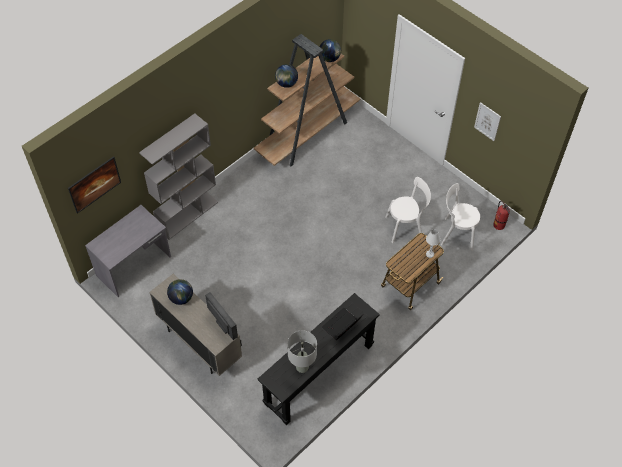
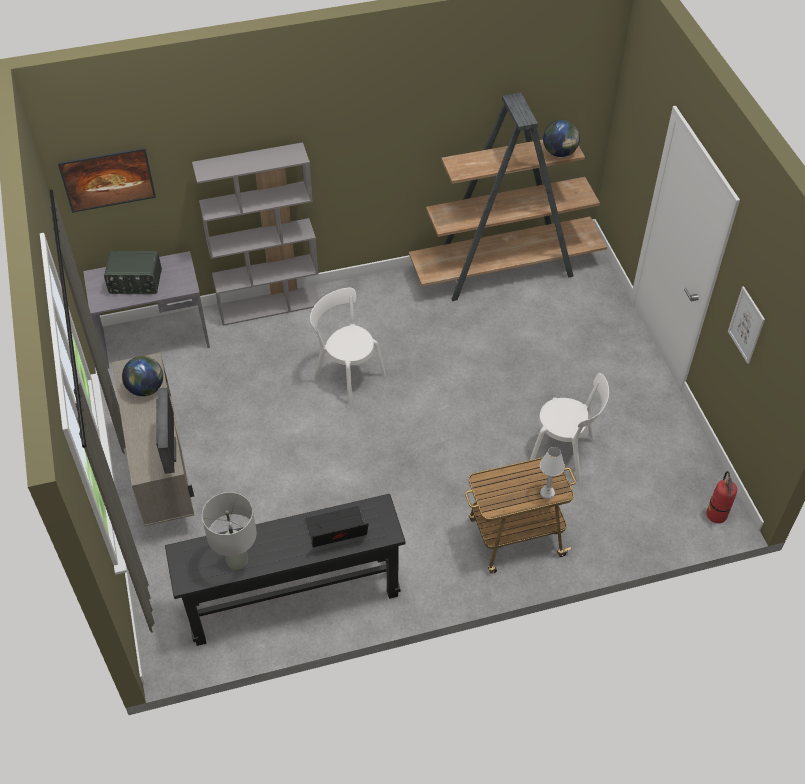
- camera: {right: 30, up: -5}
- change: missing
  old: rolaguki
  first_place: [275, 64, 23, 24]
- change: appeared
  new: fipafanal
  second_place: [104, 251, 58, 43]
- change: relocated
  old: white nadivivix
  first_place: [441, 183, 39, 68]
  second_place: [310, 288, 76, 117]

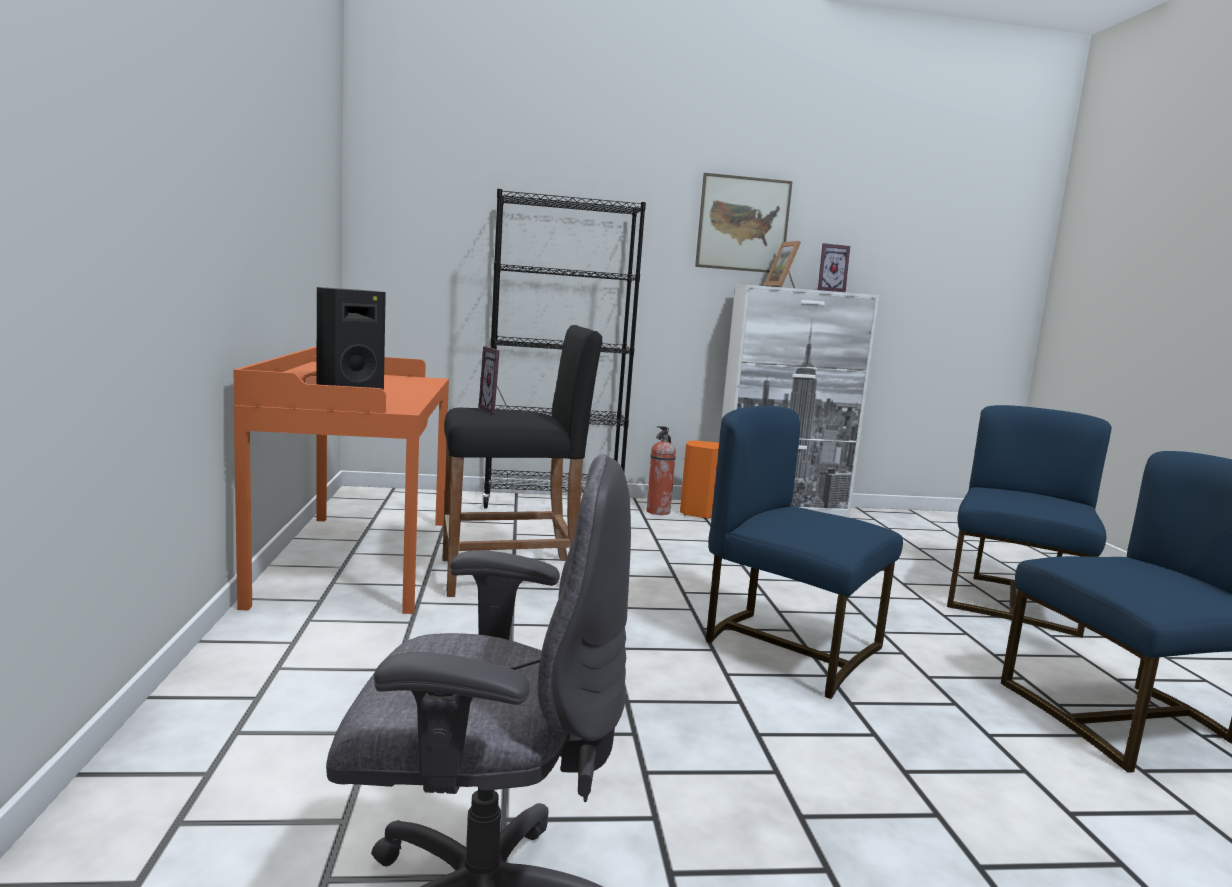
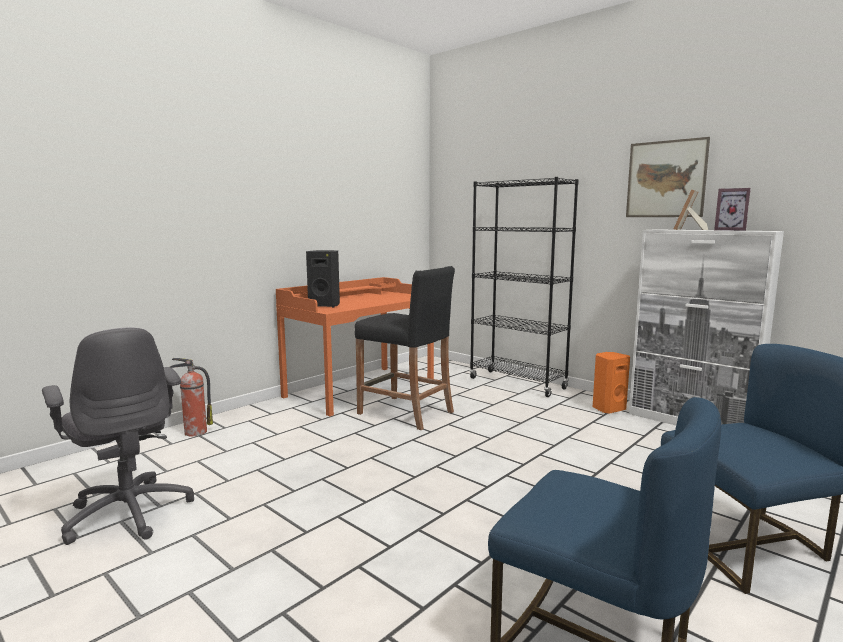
- camera: {right: 50, up: 0}
- change: missing
  old: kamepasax
  first_place: [479, 346, 30, 68]
- change: missing
  old: blue nadivivix
  first_place: [706, 406, 197, 293]
- change: relocated
  old: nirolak
  first_place: [646, 426, 30, 89]
  second_place: [170, 358, 43, 78]

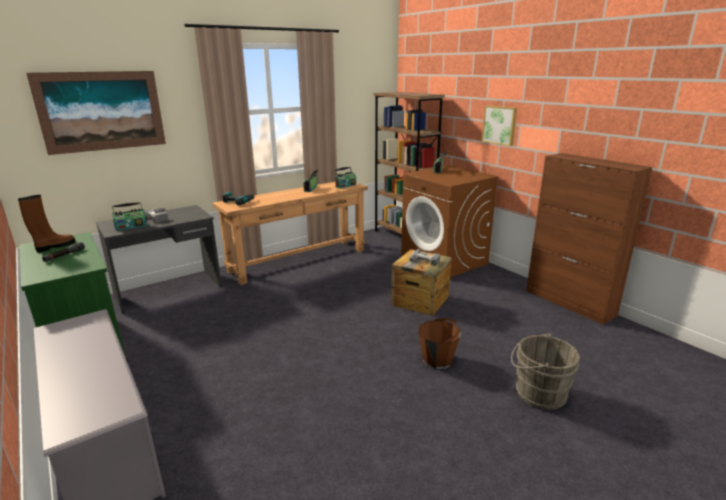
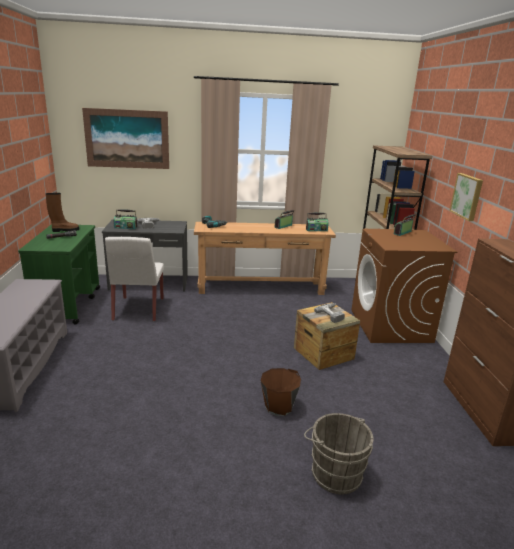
- camera: {right: 30, up: 0}
- change: appeared
  new: white nadivivix
  second_place: [105, 237, 59, 84]

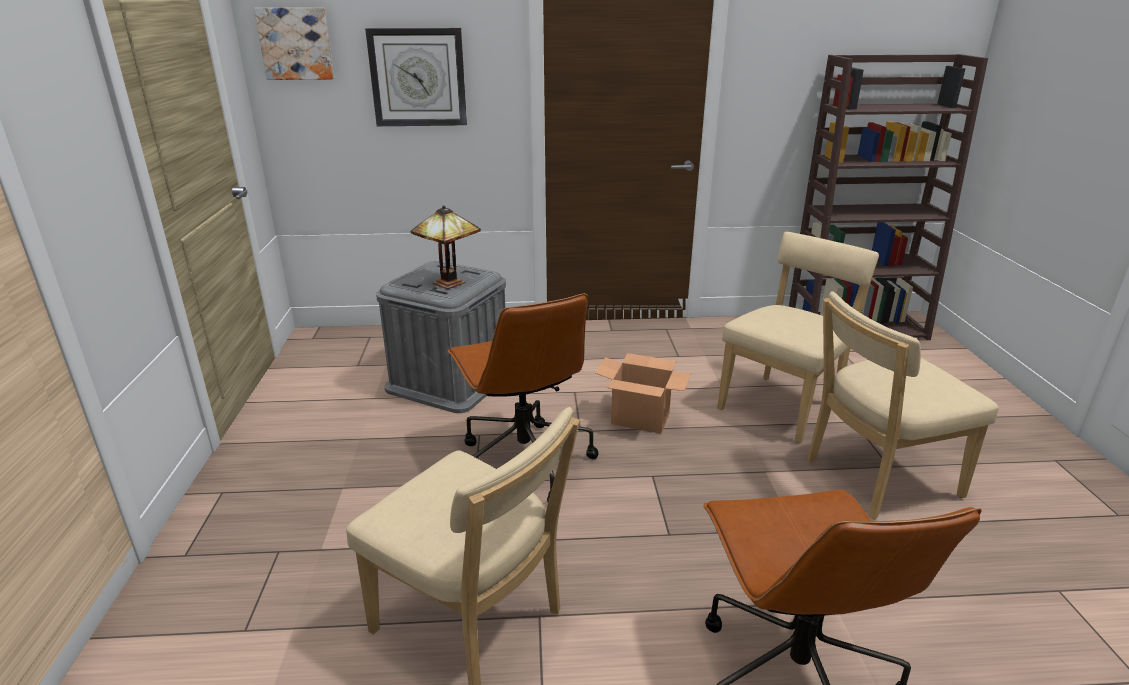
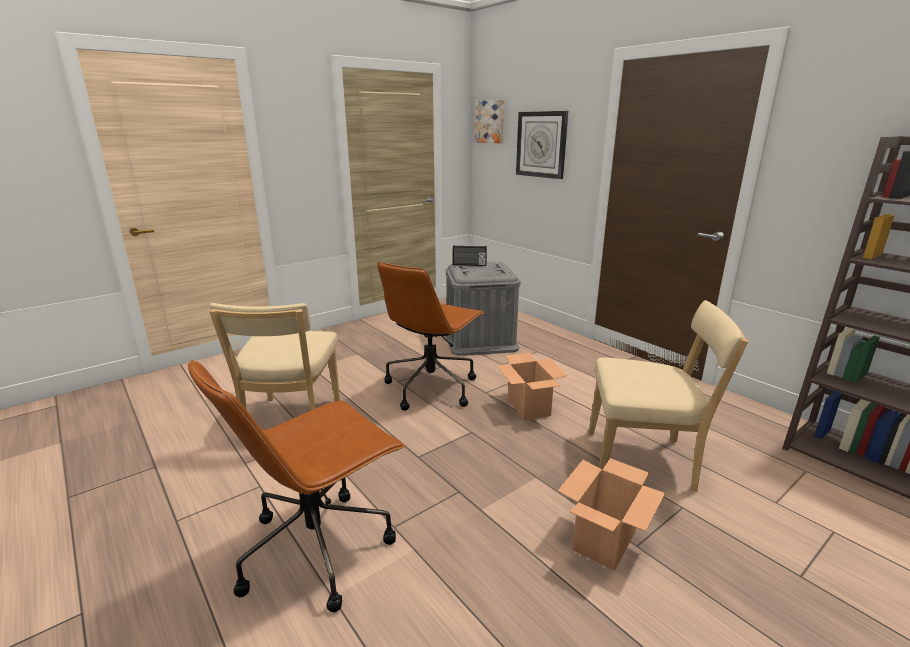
- camera: {right: 55, up: -5}
- change: missing
  old: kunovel
  first_place: [411, 205, 70, 84]
- change: appeared
  new: fipafanal
  second_place: [453, 245, 34, 21]
- change: exchanged
  old: beige nadivivix
  new: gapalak
  first_place: [808, 291, 191, 229]
  second_place: [558, 458, 107, 113]

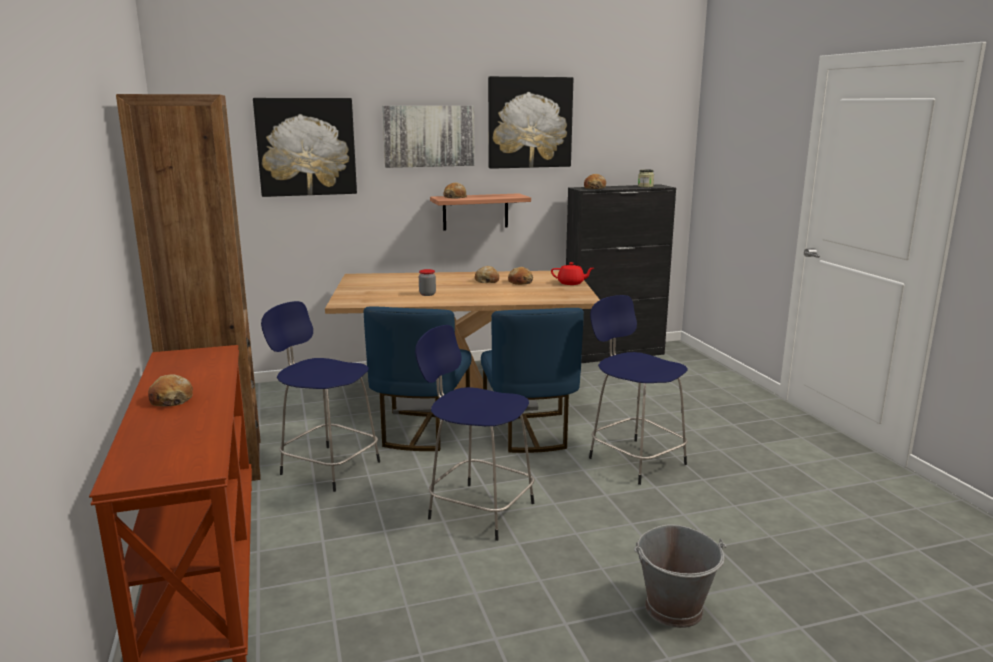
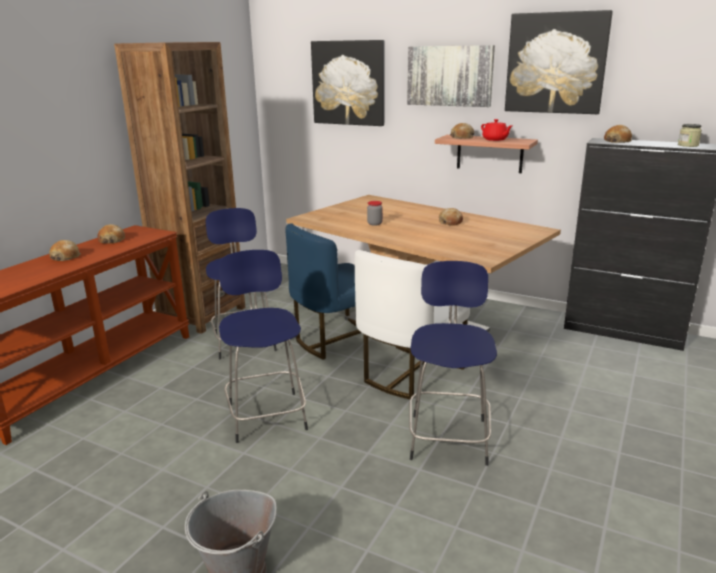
- camera: {right: 45, up: 5}
- change: relocated
  old: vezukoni
  first_place: [508, 267, 25, 18]
  second_place: [97, 224, 28, 20]
- change: relocated
  old: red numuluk
  first_place: [551, 262, 43, 23]
  second_place: [481, 119, 31, 22]
- change: colour
  old: blue nadivivix
  new: white nadivivix
  first_place: [481, 308, 103, 145]
  second_place: [355, 250, 115, 150]

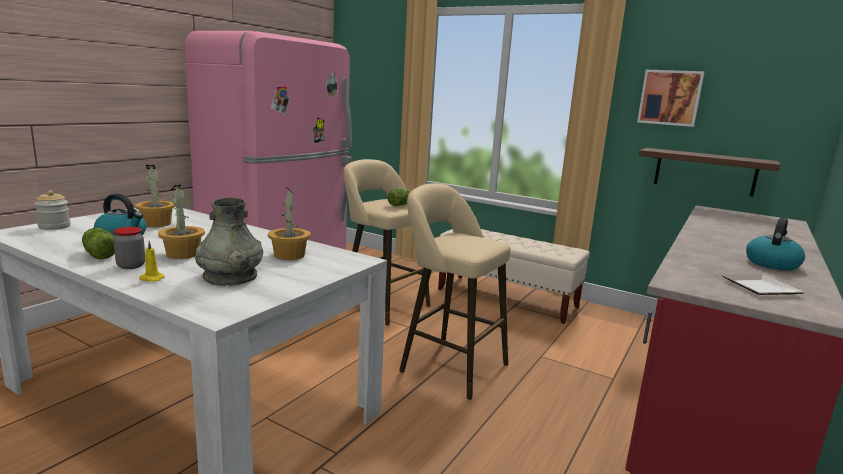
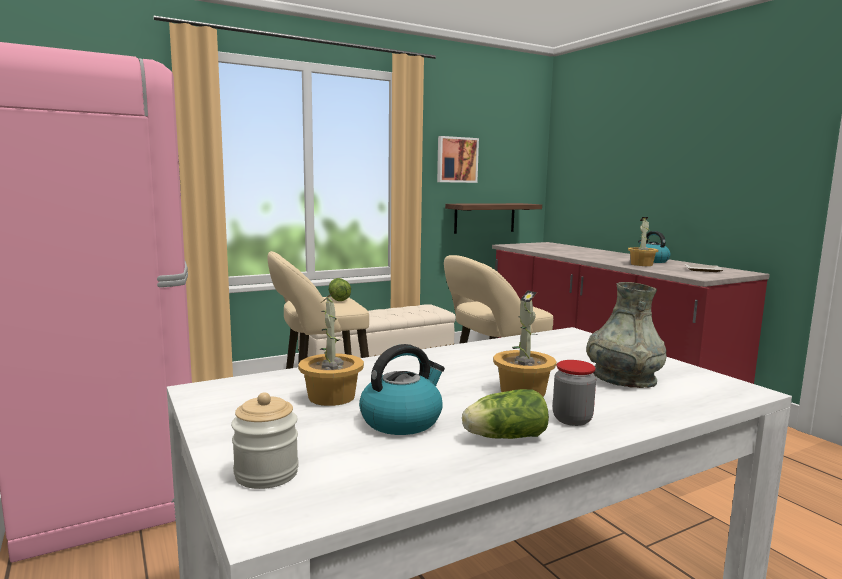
- camera: {right: -60, up: -5}
- change: missing
  old: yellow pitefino
  first_place: [139, 241, 26, 41]
- change: relocated
  old: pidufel
  first_place: [268, 187, 43, 73]
  second_place: [628, 217, 30, 49]

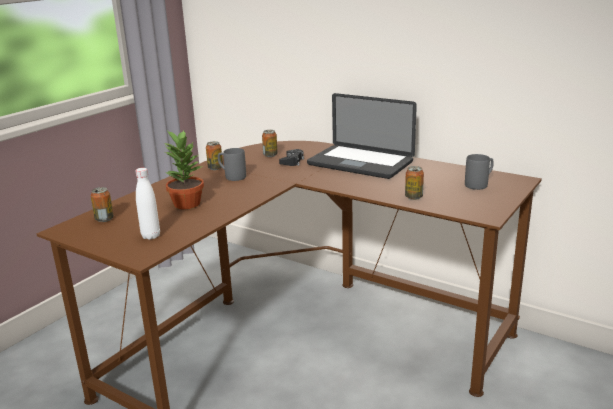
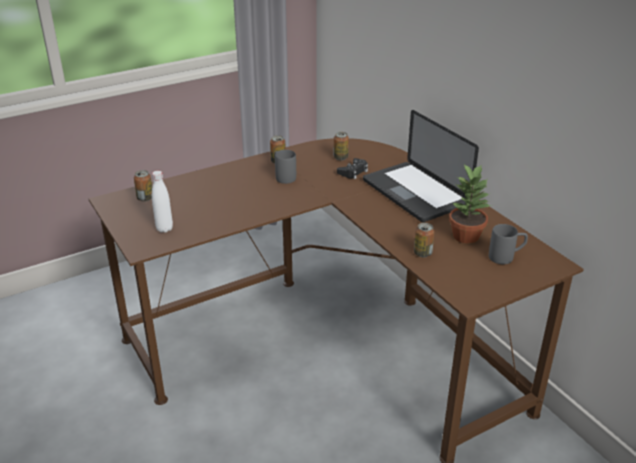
- camera: {right: 25, up: 10}
- change: relocated
  old: pidufel
  first_place: [165, 130, 39, 79]
  second_place: [449, 164, 43, 80]

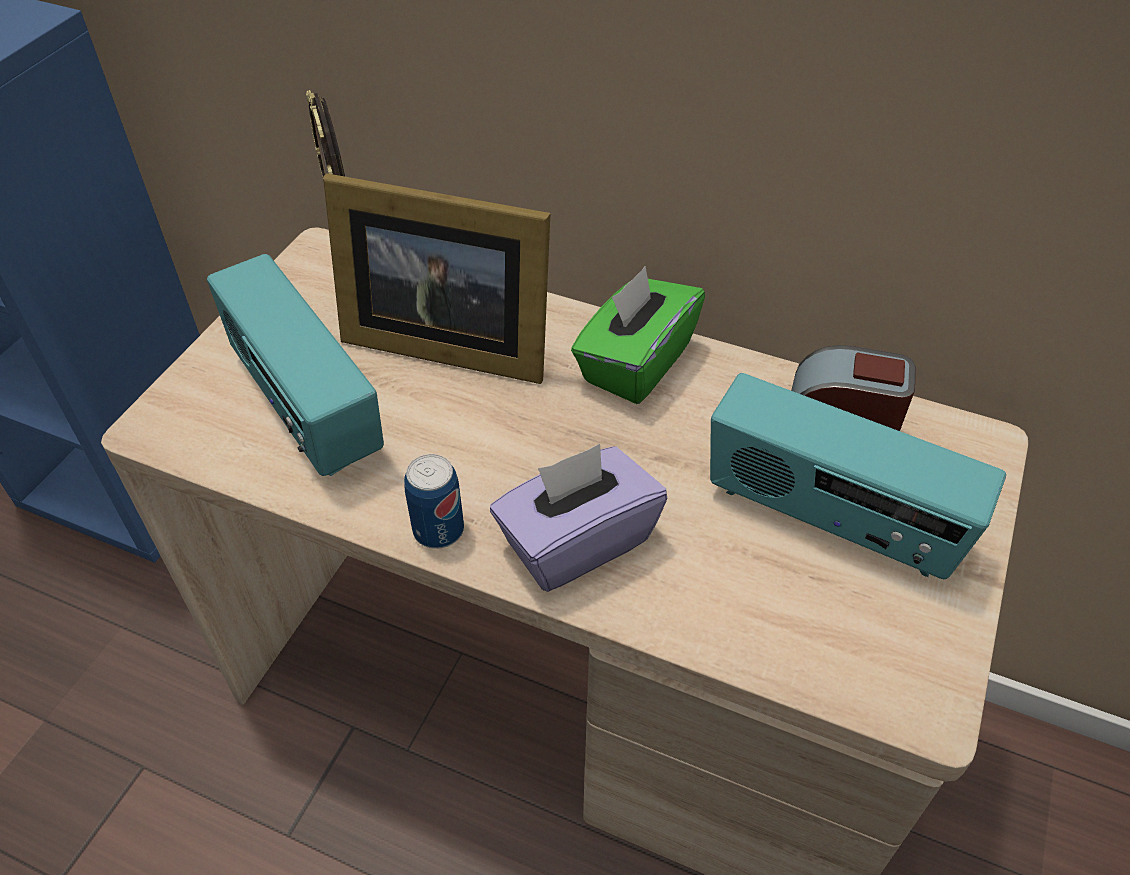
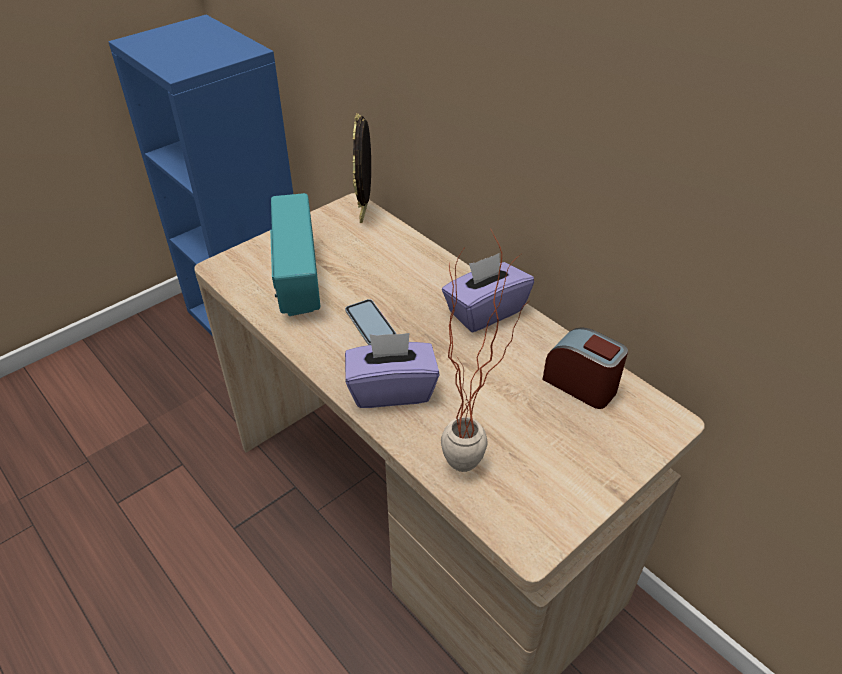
- camera: {right: 25, up: -5}
- change: missing
  old: kamepasax
  first_place: [323, 173, 227, 211]
- change: missing
  old: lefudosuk
  first_place: [404, 454, 60, 95]
- change: missing
  old: fipafanal
  first_place: [710, 373, 296, 206]
- change: appeared
  new: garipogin
  second_place: [345, 299, 51, 46]
- change: appeared
  new: pidufel
  second_place: [441, 228, 87, 244]
- change: colour
  old: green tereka
  new: purple tereka
  first_place: [571, 266, 134, 138]
  second_place: [442, 253, 92, 79]

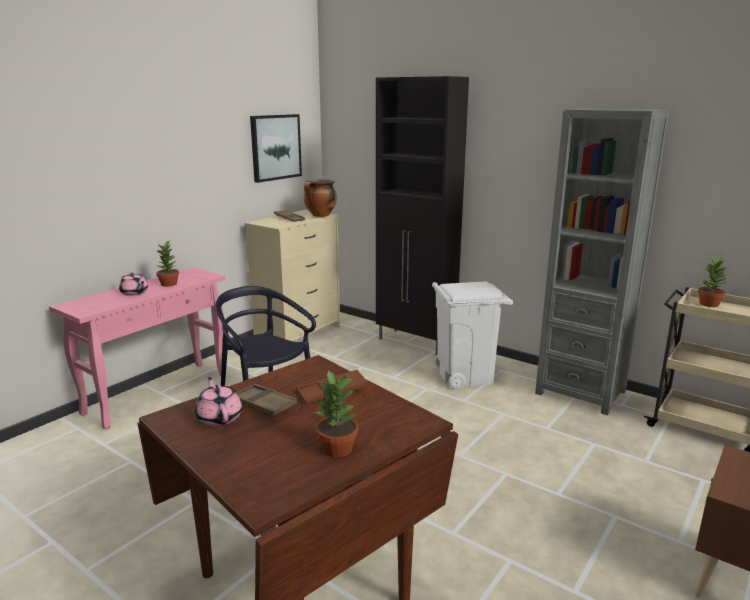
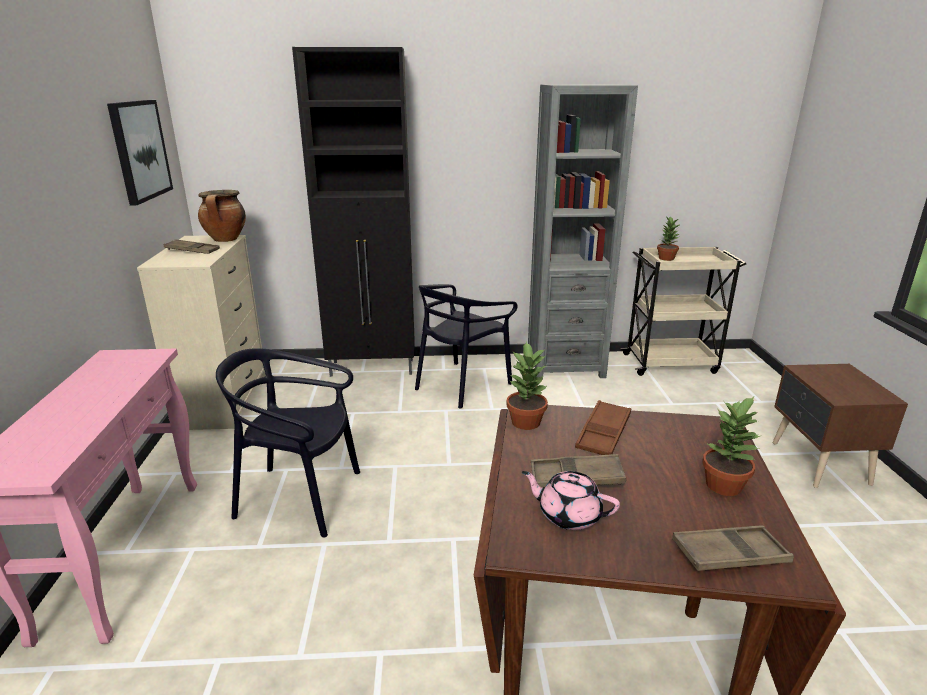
- camera: {right: -40, up: 5}
- change: missing
  old: pink numuluk
  first_place: [119, 272, 29, 24]
- change: appeared
  new: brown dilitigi
  second_place: [672, 526, 122, 45]
- change: relocated
  old: pidufel
  first_place: [156, 241, 23, 46]
  second_place: [507, 341, 41, 89]
- change: exchanged
  old: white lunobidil
  new: black nadivivix
  first_place: [432, 282, 81, 108]
  second_place: [415, 284, 103, 125]

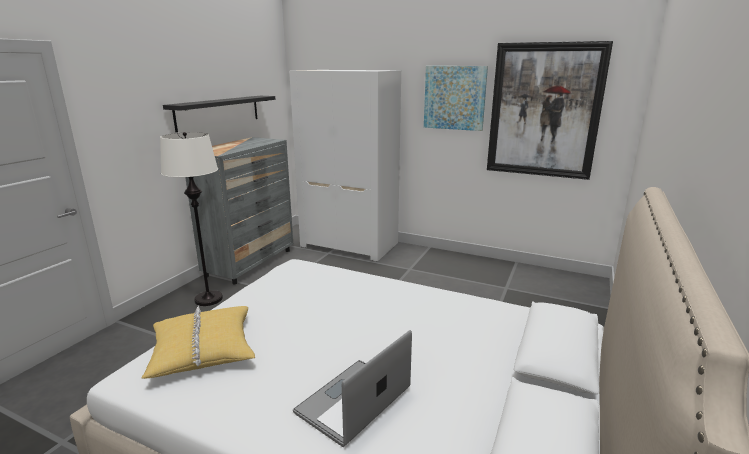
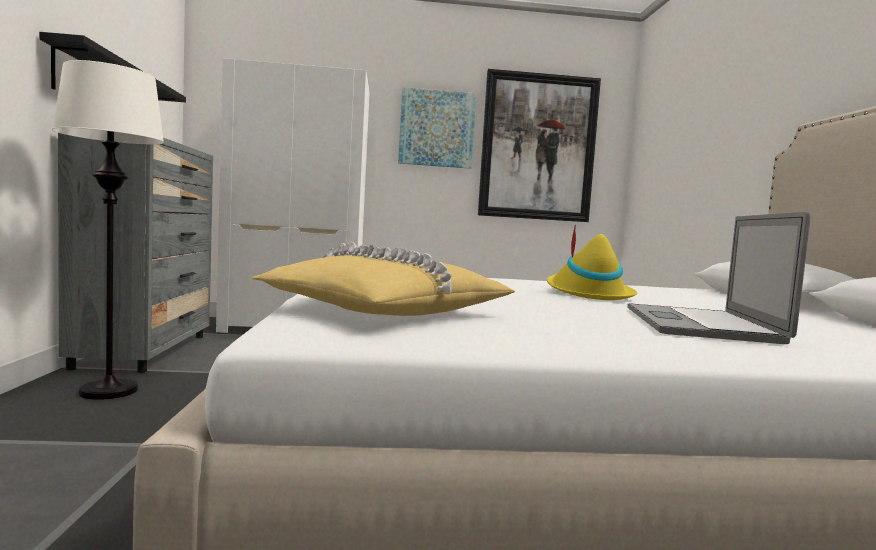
- camera: {right: -30, up: -15}
- change: appeared
  new: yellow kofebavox
  second_place: [547, 224, 91, 76]

